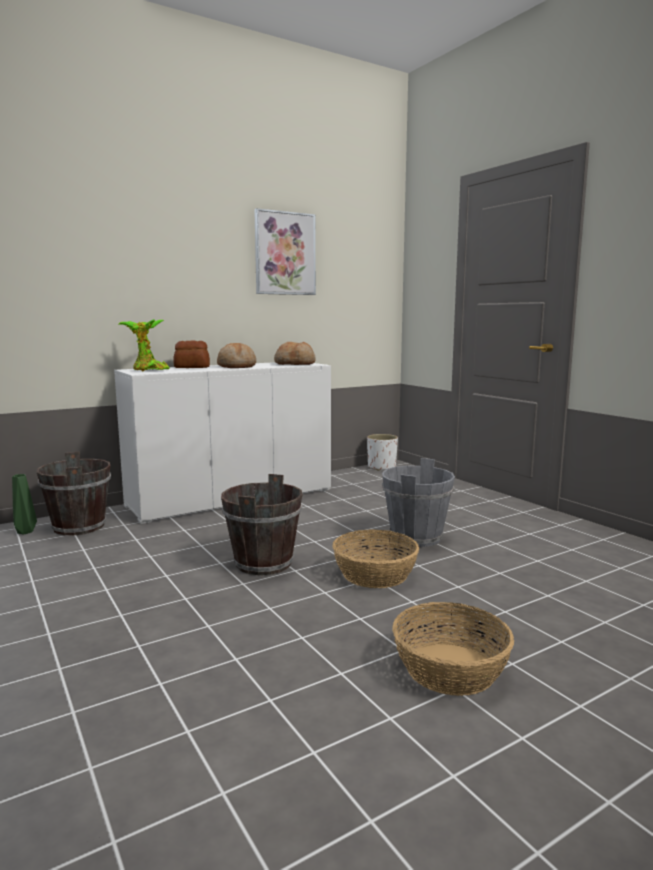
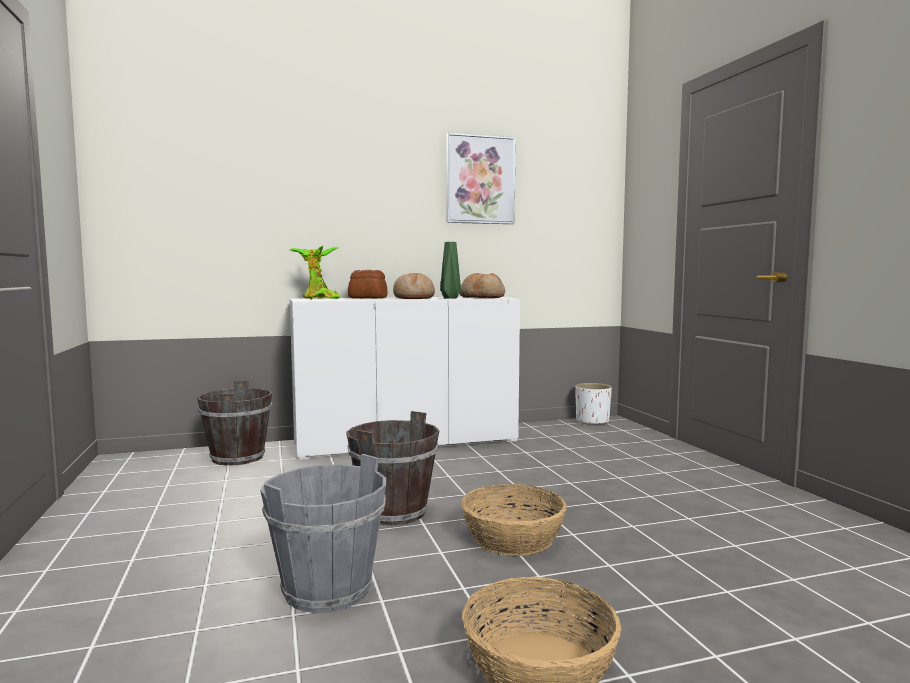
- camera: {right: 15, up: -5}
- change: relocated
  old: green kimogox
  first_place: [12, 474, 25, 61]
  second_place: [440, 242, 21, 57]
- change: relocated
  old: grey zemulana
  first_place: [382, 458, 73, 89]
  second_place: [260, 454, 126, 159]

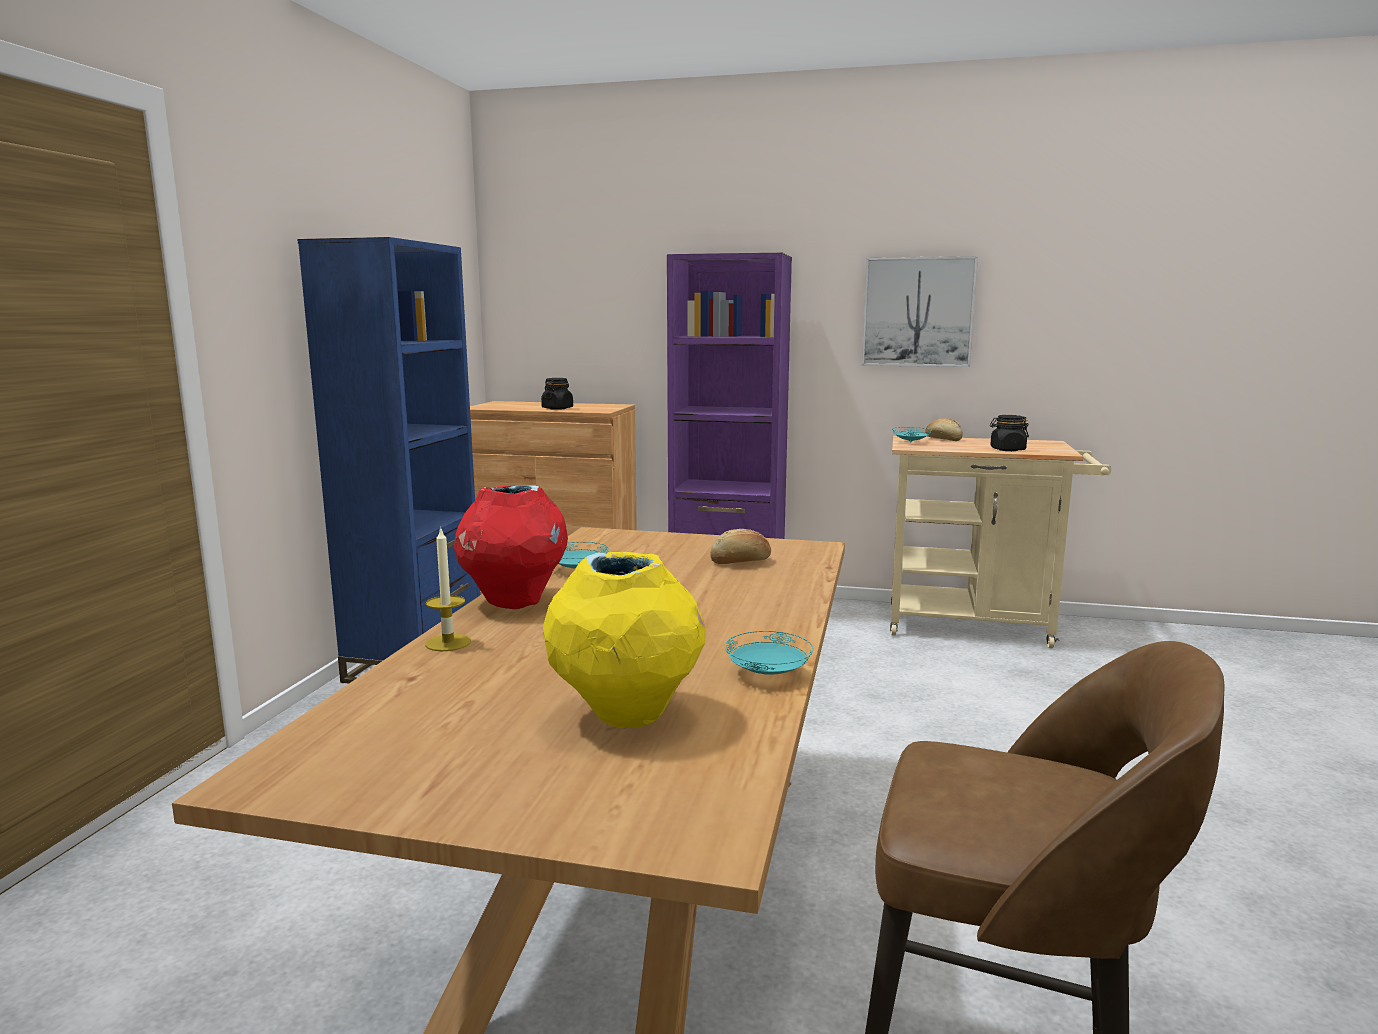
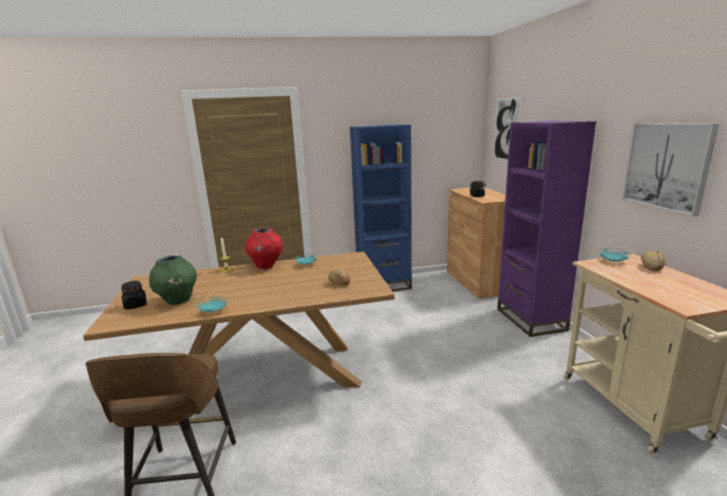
- camera: {right: 65, up: 5}
- change: appeared
  new: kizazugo
  second_place: [494, 97, 28, 63]
- change: relocated
  old: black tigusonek
  first_place: [990, 415, 39, 36]
  second_place: [121, 281, 26, 28]
- change: colour
  old: yellow kimogox
  new: green kimogox
  first_place: [543, 552, 163, 176]
  second_place: [149, 254, 48, 51]

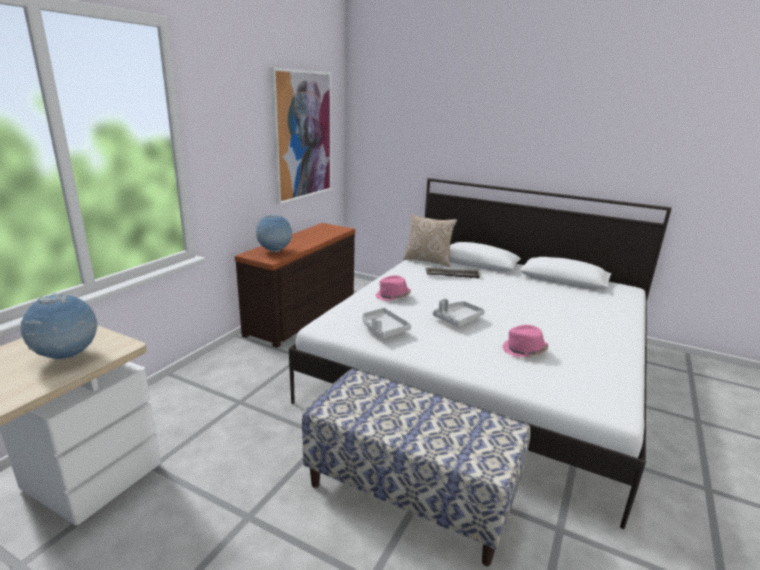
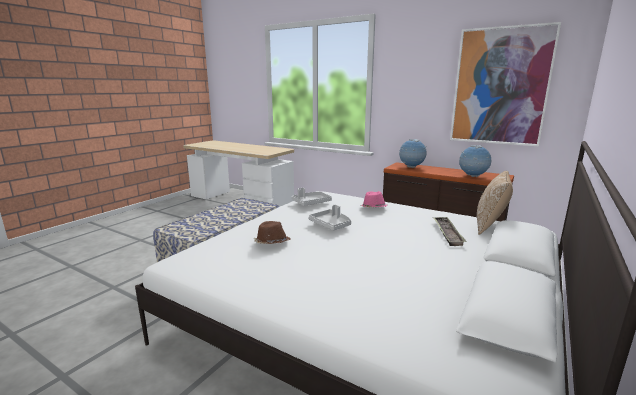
- camera: {right: 95, up: -5}
- change: relocated
  old: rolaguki
  first_place: [20, 293, 77, 67]
  second_place: [459, 145, 33, 32]
- change: colour
  old: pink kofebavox
  new: brown kofebavox
  first_place: [502, 325, 46, 33]
  second_place: [254, 221, 37, 23]

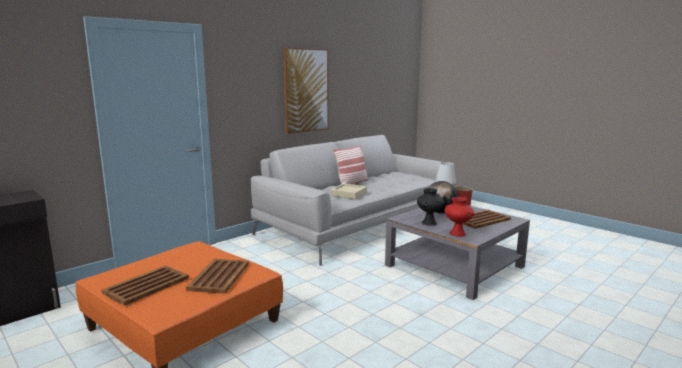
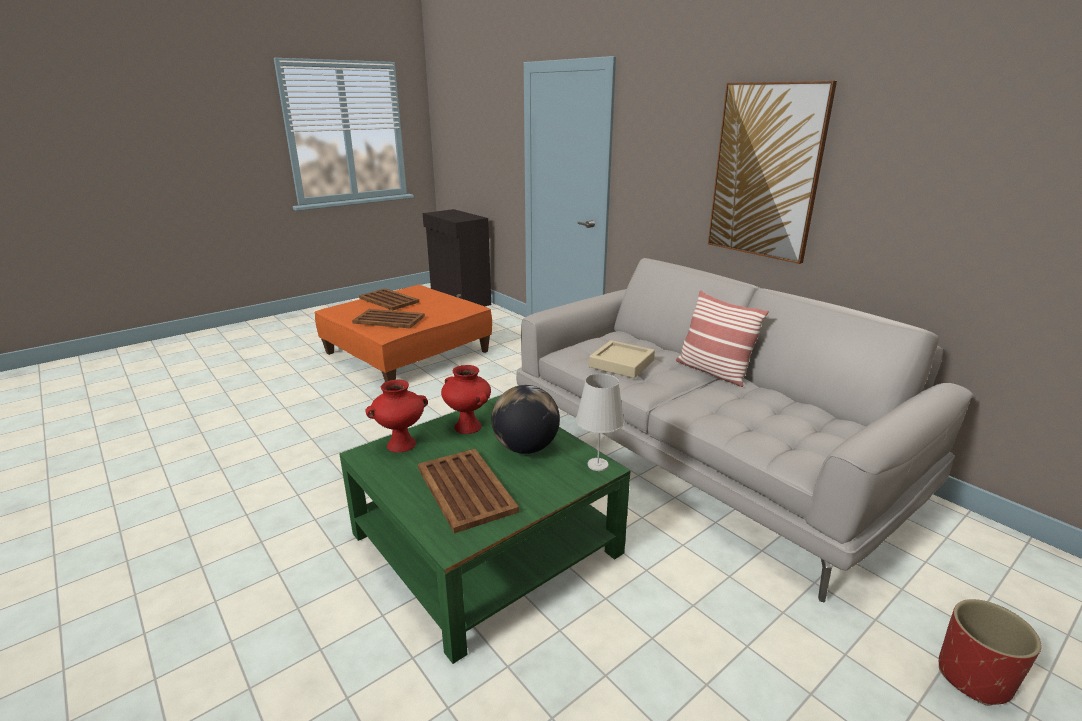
- camera: {right: 95, up: 10}
- change: colour
  old: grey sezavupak
  new: green sezavupak
  first_place: [385, 206, 145, 94]
  second_place: [339, 395, 291, 269]
- change: colour
  old: black kimogox
  new: red kimogox
  first_place: [417, 188, 27, 38]
  second_place: [441, 365, 50, 69]

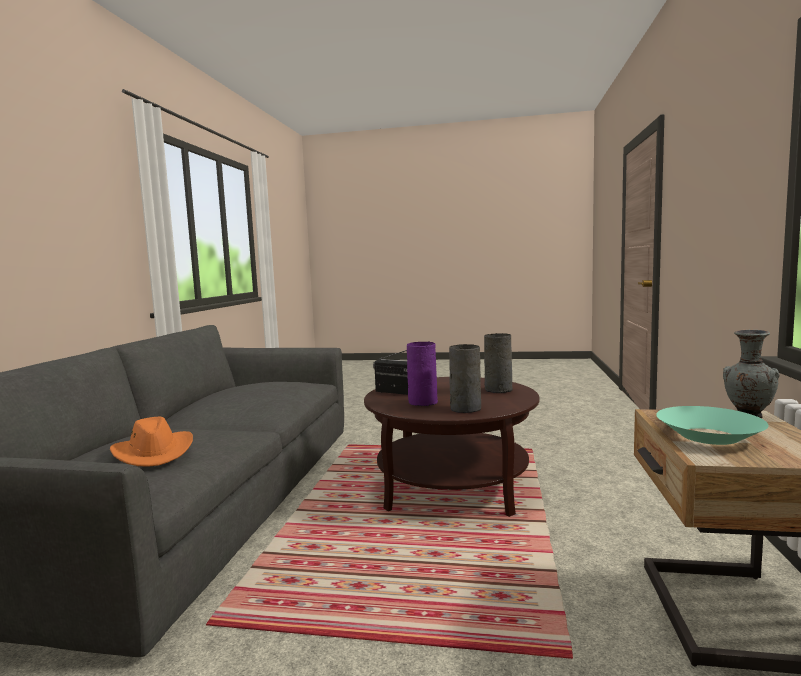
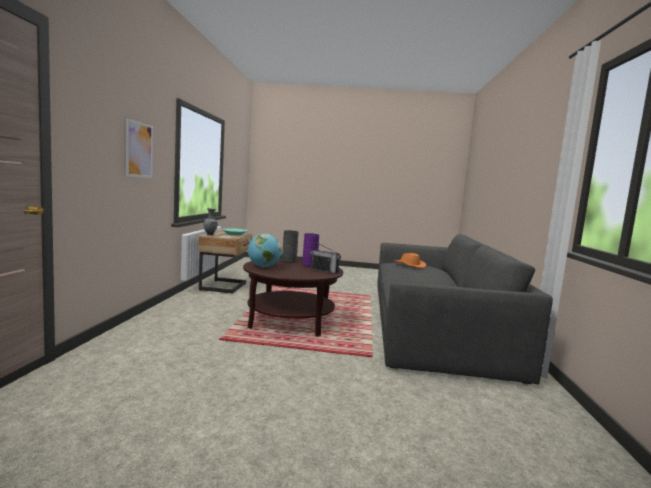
- camera: {right: 175, up: 0}
- change: appeared
  new: kizazugo
  second_place: [126, 118, 27, 60]
- change: exchanged
  old: grey kimogox
  new: rolaguki
  first_place: [484, 333, 28, 60]
  second_place: [248, 234, 34, 33]

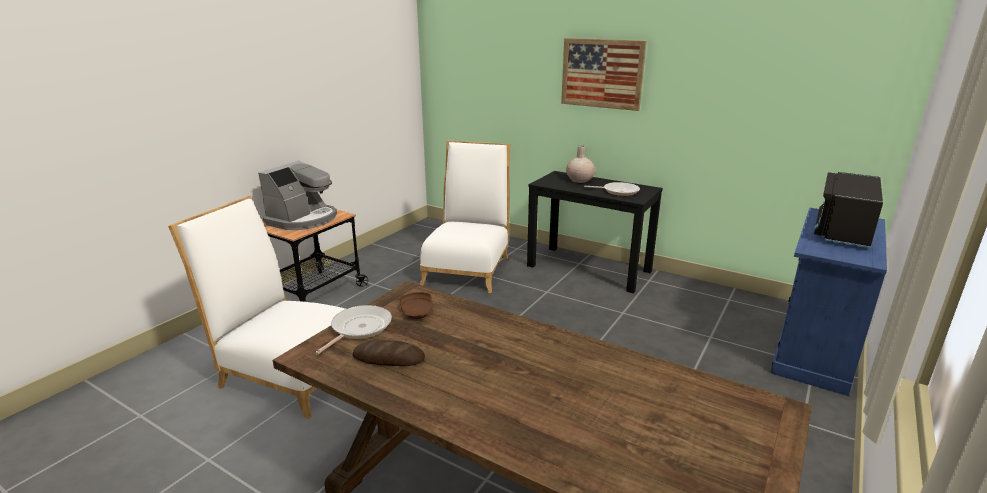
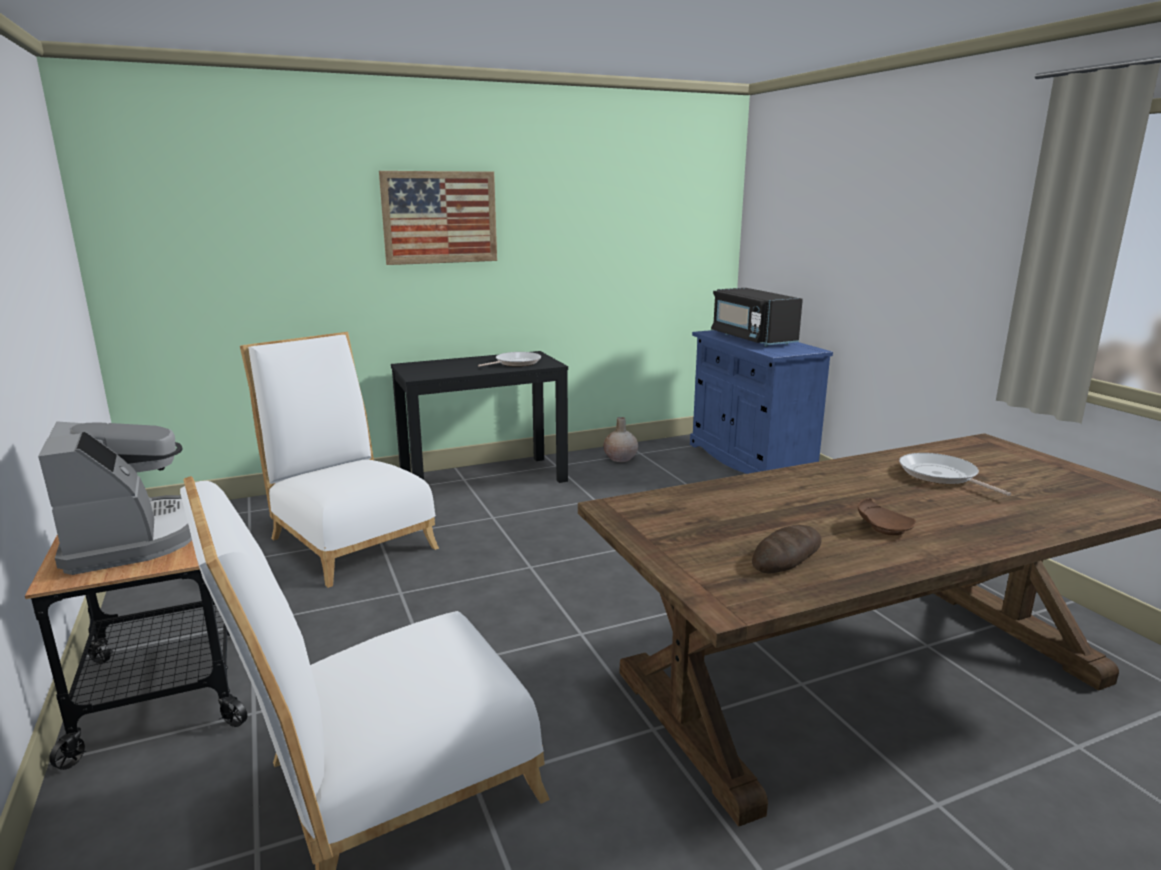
- camera: {right: -55, up: -5}
- change: relocated
  old: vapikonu
  first_place: [315, 305, 77, 49]
  second_place: [899, 453, 112, 43]
- change: relocated
  old: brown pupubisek
  first_place: [400, 292, 33, 27]
  second_place: [858, 498, 58, 37]
- change: relocated
  old: beige kimogox
  first_place: [566, 145, 29, 38]
  second_place: [603, 417, 35, 45]

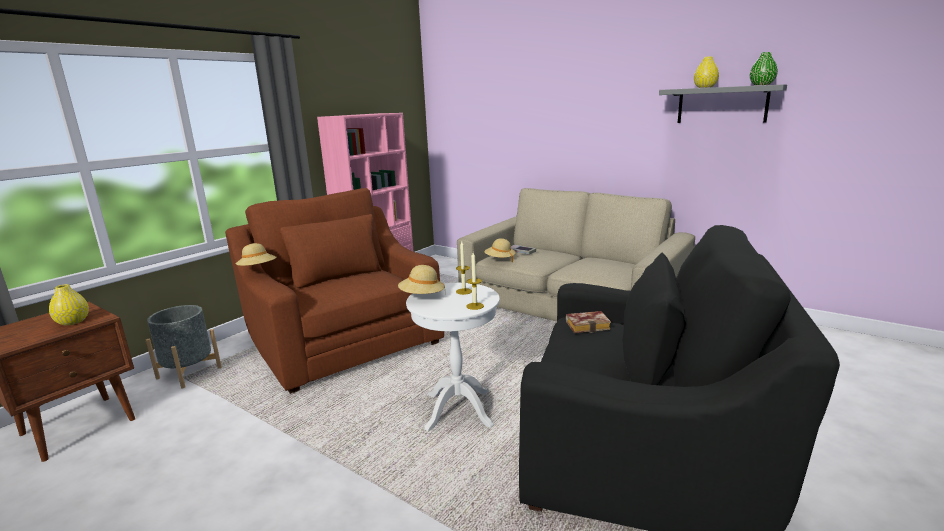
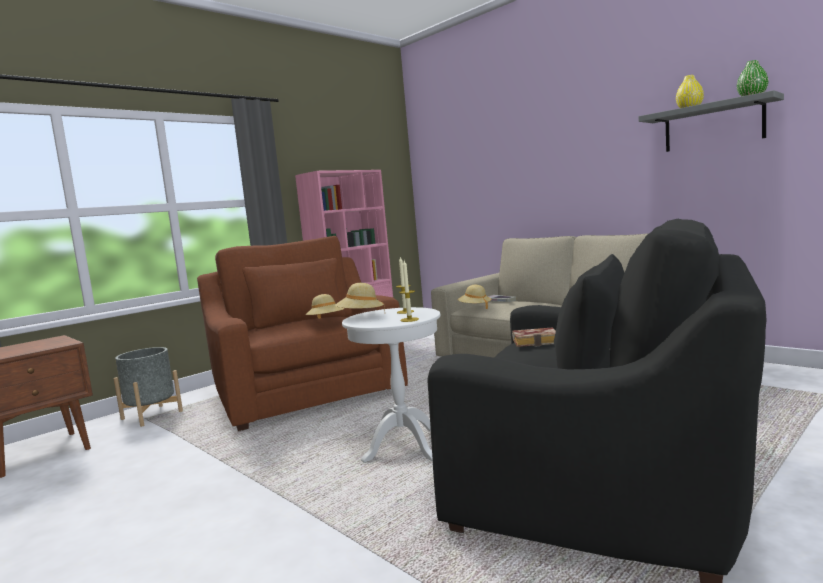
- camera: {right: 10, up: -10}
- change: missing
  old: yellow kimogox
  first_place: [49, 284, 40, 42]
- change: relocated
  old: beige kofebavox
  first_place: [236, 243, 40, 23]
  second_place: [306, 294, 39, 25]

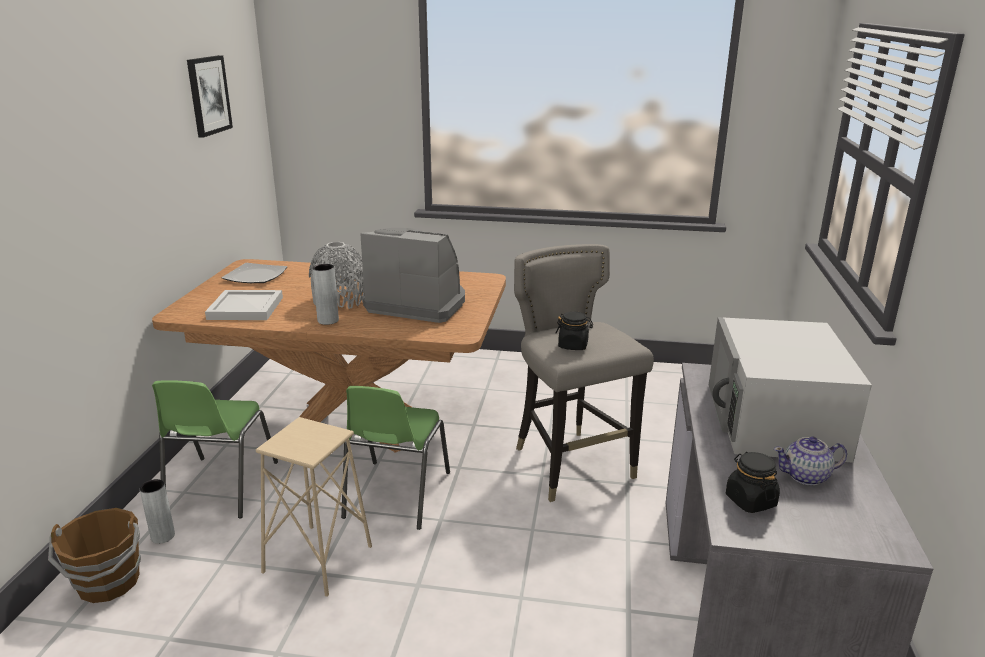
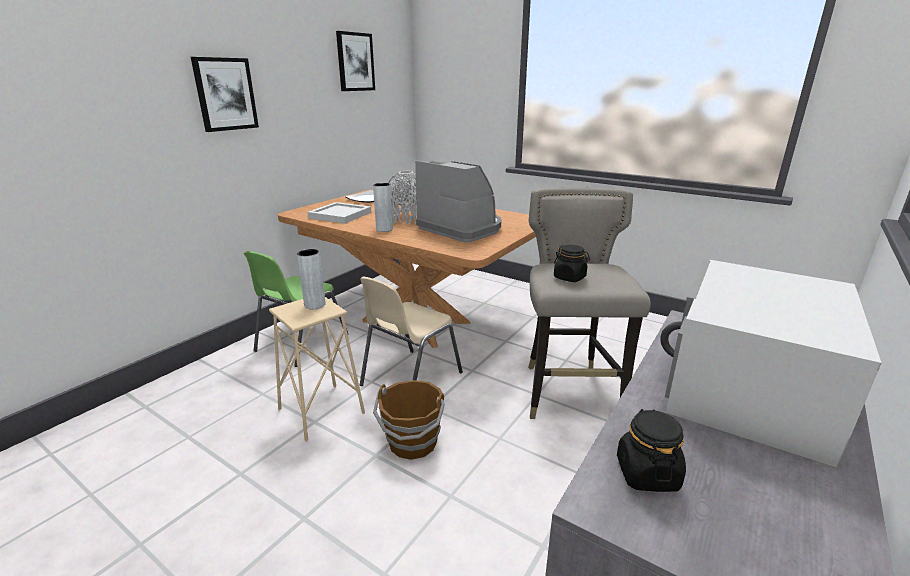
- camera: {right: 25, up: 0}
- change: missing
  old: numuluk
  first_place: [774, 437, 73, 49]
- change: appeared
  new: kizazugo
  second_place: [191, 57, 68, 75]
- change: relocated
  old: brown zemulana
  first_place: [48, 508, 93, 95]
  second_place: [373, 380, 72, 80]
- change: relocated
  old: grey kimogox
  first_place: [140, 479, 35, 65]
  second_place: [297, 249, 29, 60]
- change: colour
  old: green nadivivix
  new: beige nadivivix
  first_place: [341, 386, 109, 144]
  second_place: [360, 276, 103, 110]

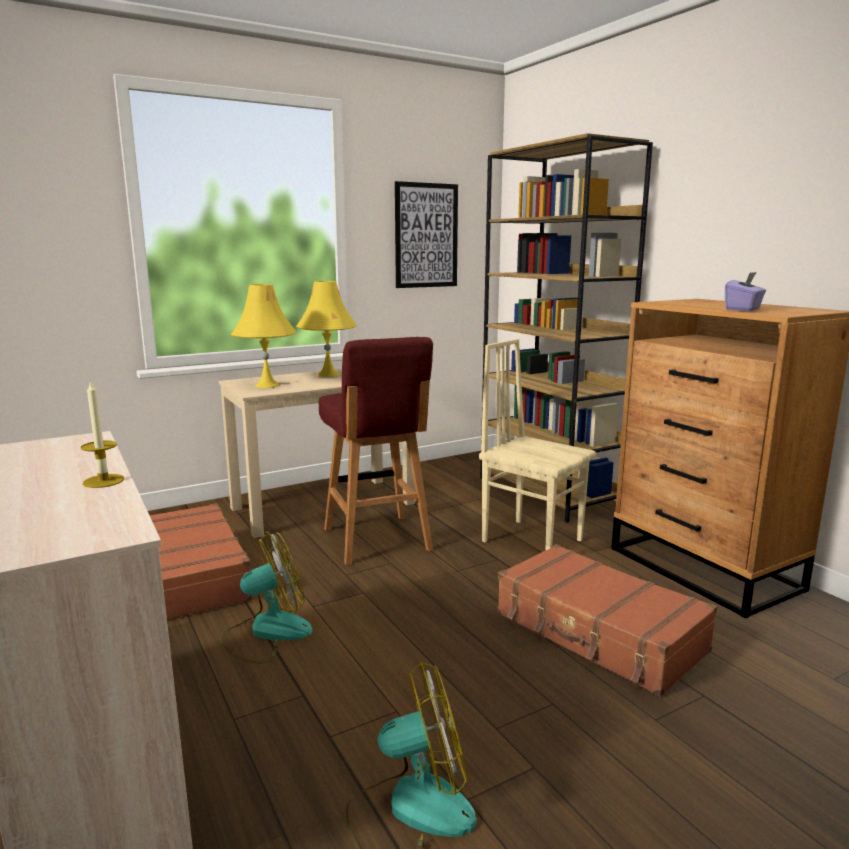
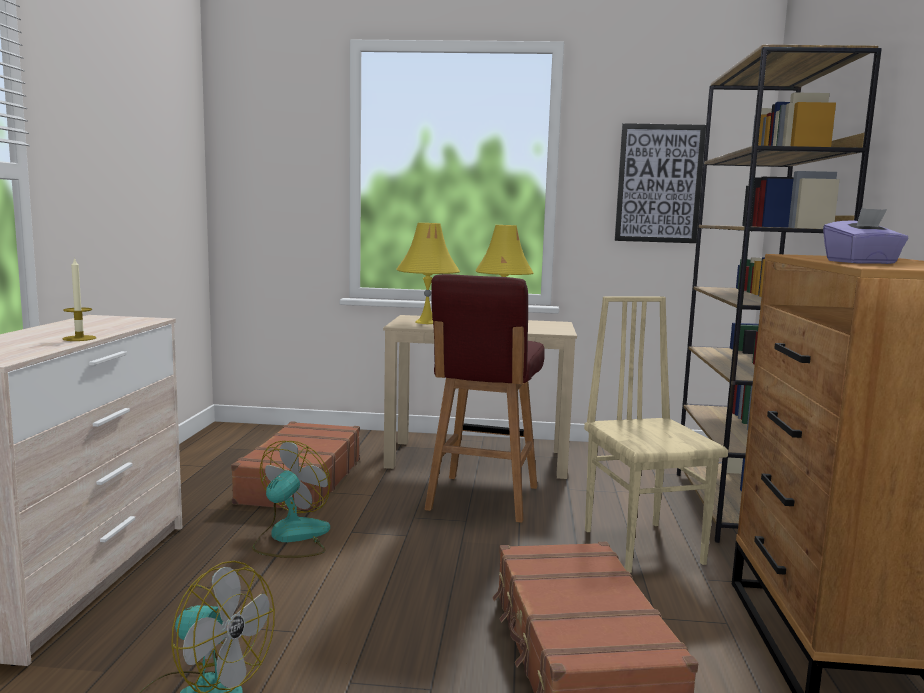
- camera: {right: 35, up: -5}
- change: spun
  old: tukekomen
  first_place: [220, 531, 93, 132]
  second_place: [253, 441, 77, 117]
  degrees: -75

